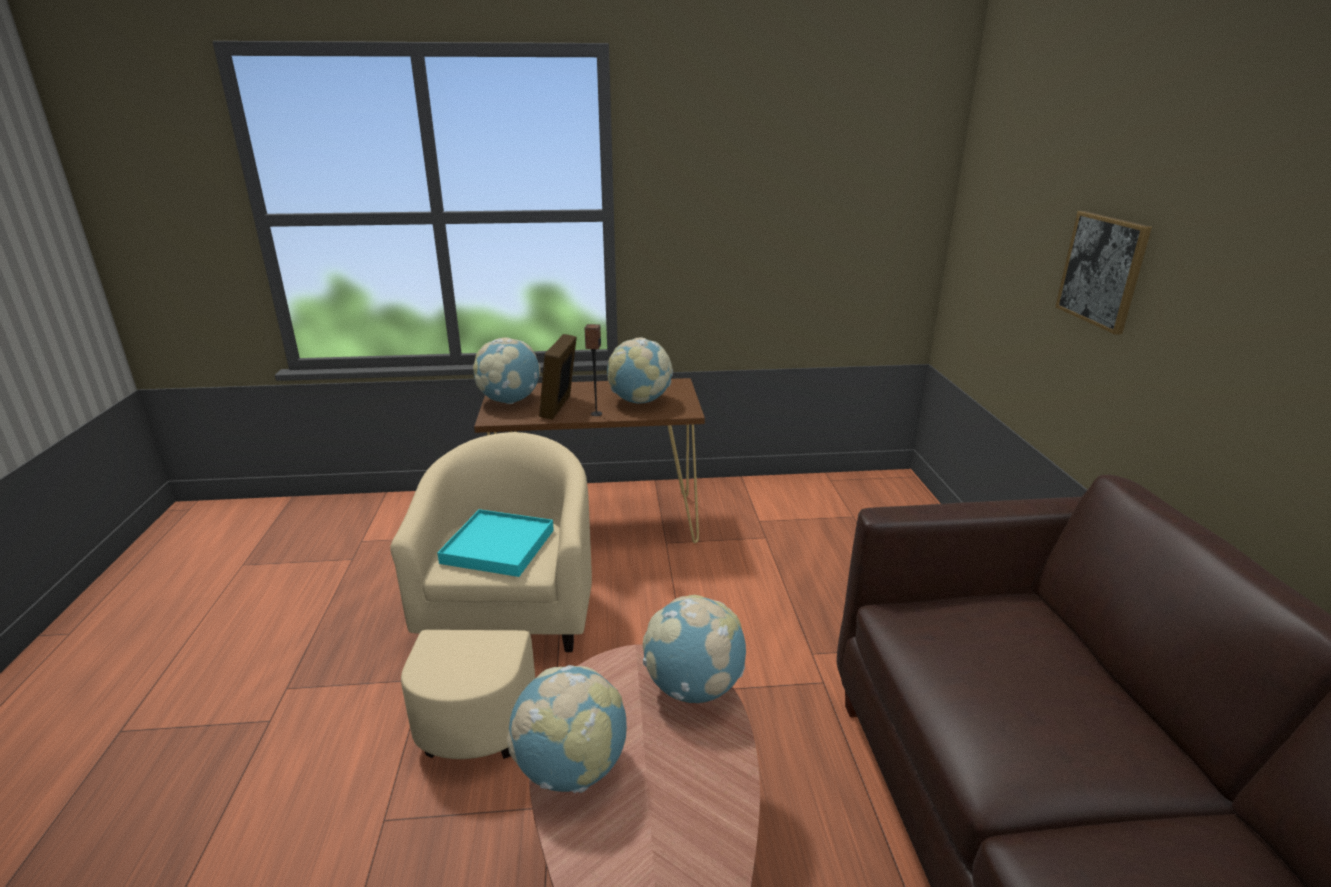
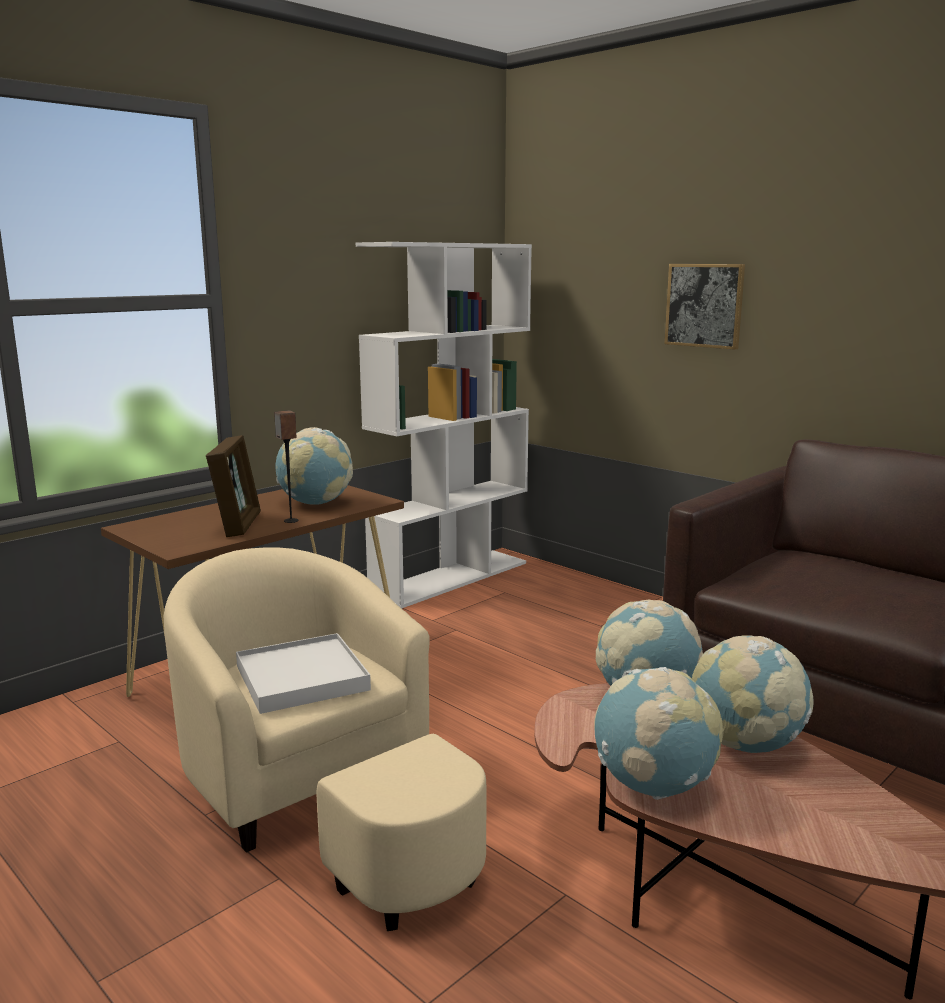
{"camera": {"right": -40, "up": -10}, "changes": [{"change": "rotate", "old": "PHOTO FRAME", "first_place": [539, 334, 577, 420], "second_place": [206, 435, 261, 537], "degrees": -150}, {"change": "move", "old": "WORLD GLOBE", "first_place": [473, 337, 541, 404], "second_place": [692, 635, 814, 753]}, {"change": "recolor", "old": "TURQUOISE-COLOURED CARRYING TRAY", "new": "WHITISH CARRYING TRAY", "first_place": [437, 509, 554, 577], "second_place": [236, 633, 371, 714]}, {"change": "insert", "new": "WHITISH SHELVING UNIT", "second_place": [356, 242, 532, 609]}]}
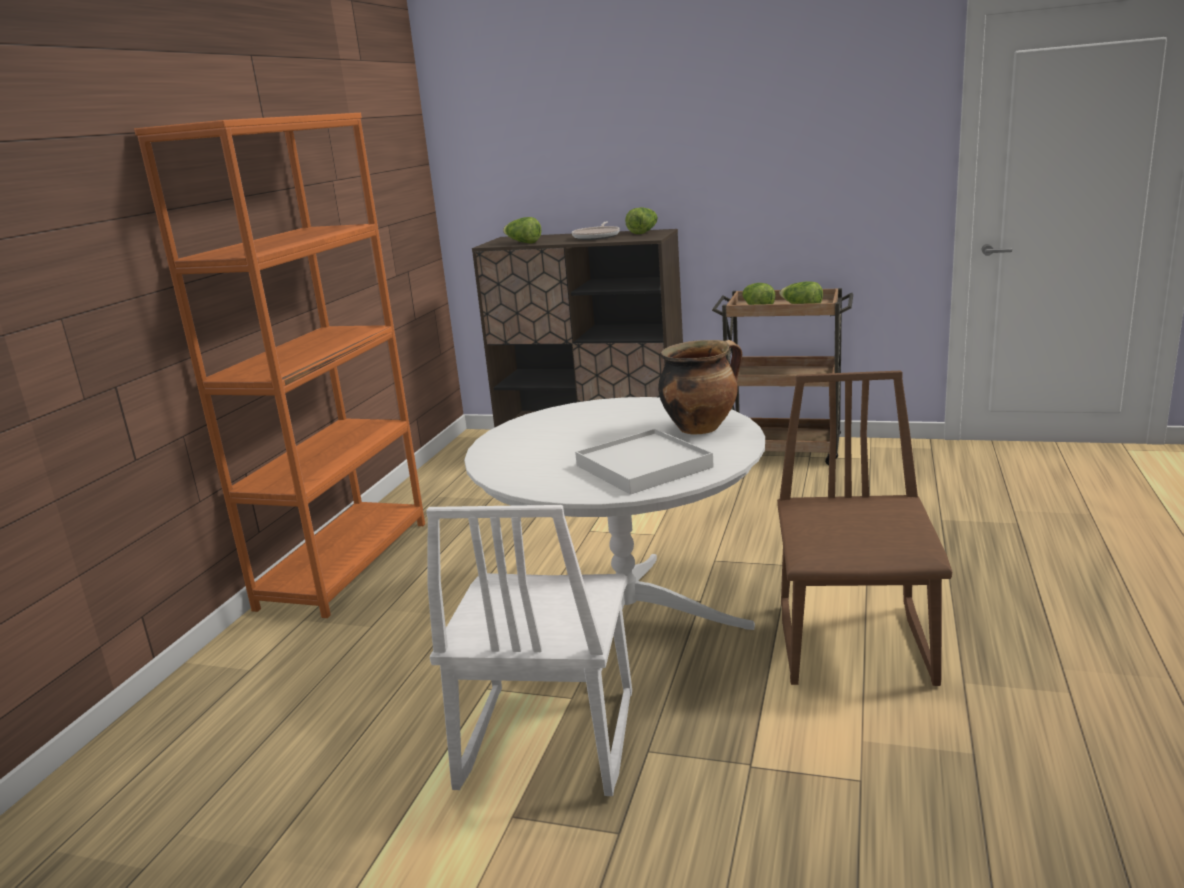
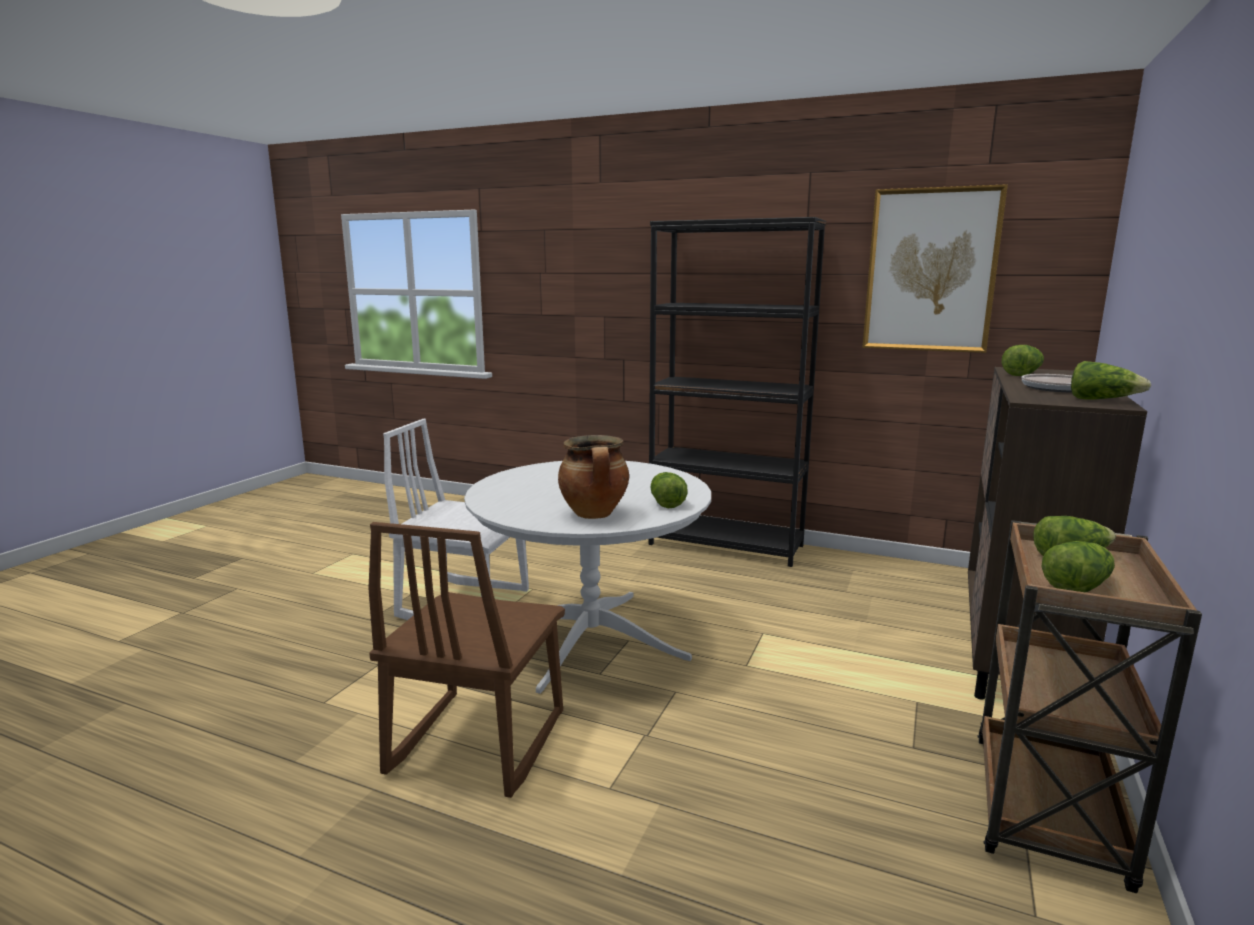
{"camera": {"right": 95, "up": -5}, "changes": [{"change": "recolor", "old": "ORANGE SHELVING UNIT", "new": "BLACKISH SHELVING UNIT", "first_place": [134, 113, 425, 618], "second_place": [648, 217, 826, 567]}, {"change": "rotate", "old": "BROWN-COLOURED CHAIR", "first_place": [777, 370, 952, 686], "second_place": [368, 522, 565, 798], "degrees": 90}, {"change": "delete", "old": "WHITISH CARRYING TRAY", "first_place": [575, 429, 714, 495]}, {"change": "insert", "new": "PICTURE", "second_place": [862, 184, 1008, 353]}, {"change": "insert", "new": "LETTUCE HEAD", "second_place": [650, 472, 688, 508]}]}
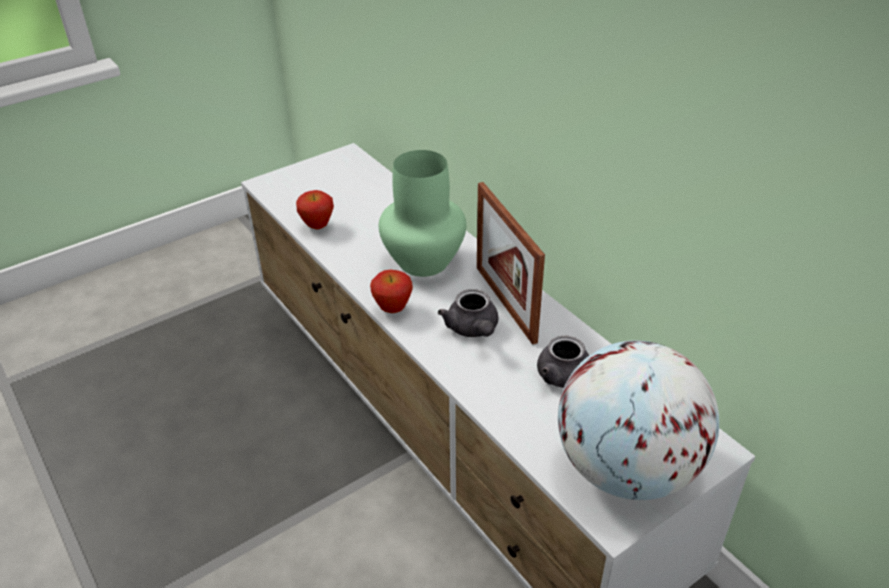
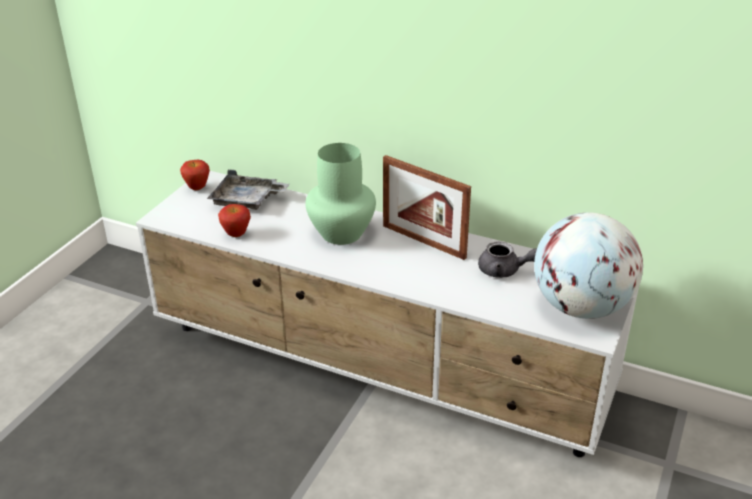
{"camera": {"right": -30, "up": -5}, "changes": [{"change": "move", "old": "WHOLE APPLE", "first_place": [370, 270, 413, 313], "second_place": [180, 160, 210, 190]}, {"change": "delete", "old": "GREYISH TEA POT", "first_place": [438, 289, 498, 337]}, {"change": "insert", "new": "GREYISH CARRYING TRAY", "second_place": [207, 170, 289, 210]}]}
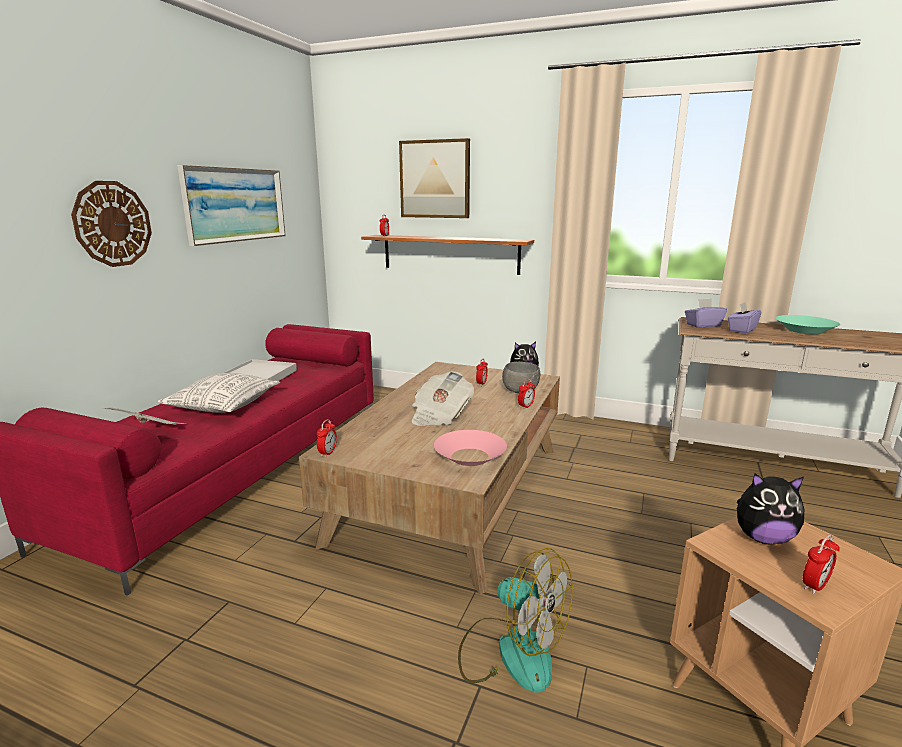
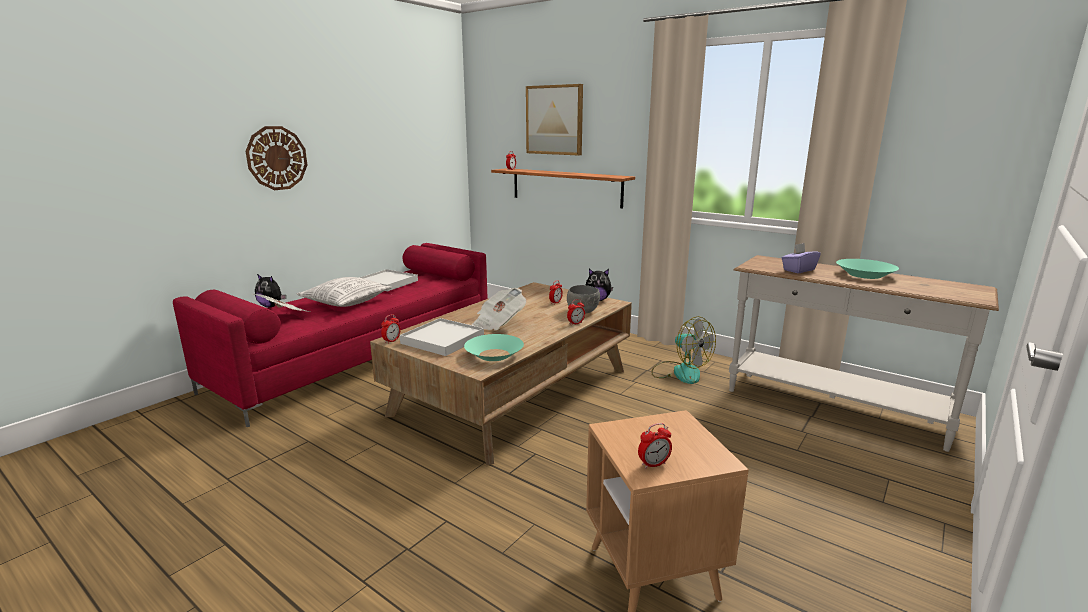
{"camera": {"right": 15, "up": 0}, "changes": [{"change": "delete", "old": "PICTURE", "first_place": [177, 165, 286, 246]}, {"change": "delete", "old": "PURPLE-COLOURED TISSUE BOX", "first_place": [685, 298, 727, 328]}, {"change": "recolor", "old": "PINK BOWL", "new": "TURQUOISE-COLOURED BOWL", "first_place": [434, 430, 507, 466], "second_place": [464, 334, 524, 361]}, {"change": "move", "old": "CUDDLY TOY", "first_place": [737, 473, 804, 544], "second_place": [255, 274, 286, 307]}, {"change": "move", "old": "ELECTRIC FAN", "first_place": [458, 548, 573, 693], "second_place": [651, 316, 716, 384]}, {"change": "insert", "new": "WHITISH CARRYING TRAY", "second_place": [400, 318, 484, 356]}]}
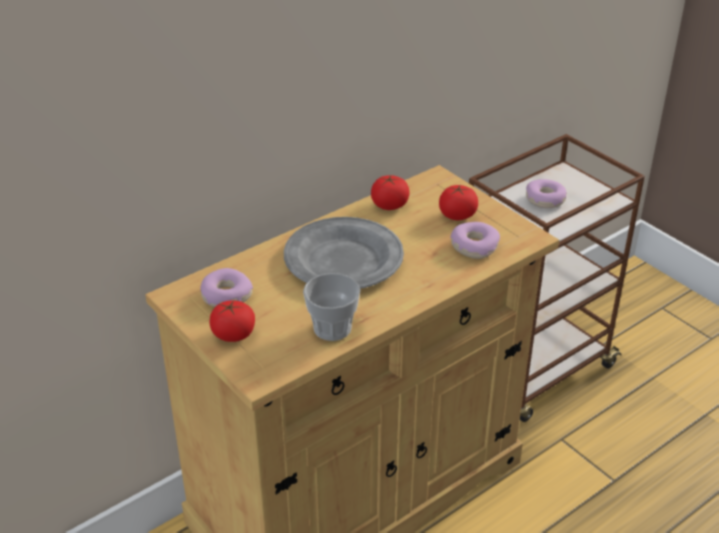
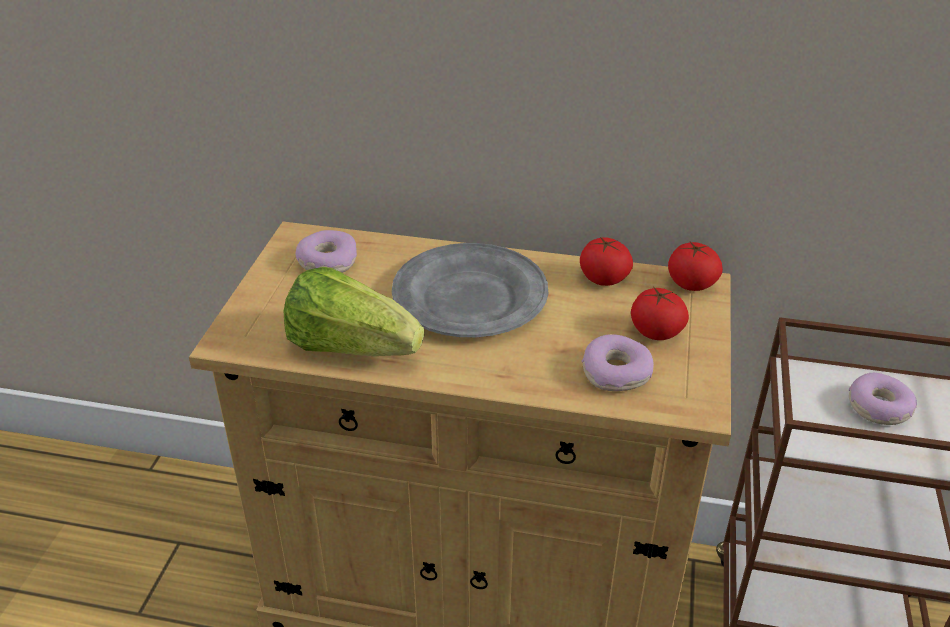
{"camera": {"right": 50, "up": 0}, "changes": [{"change": "replace", "old": "DRINKING CUP", "new": "LETTUCE HEAD", "first_place": [303, 273, 360, 341], "second_place": [284, 267, 424, 356]}, {"change": "move", "old": "FRESH TOMATO", "first_place": [209, 300, 255, 342], "second_place": [668, 242, 723, 291]}]}
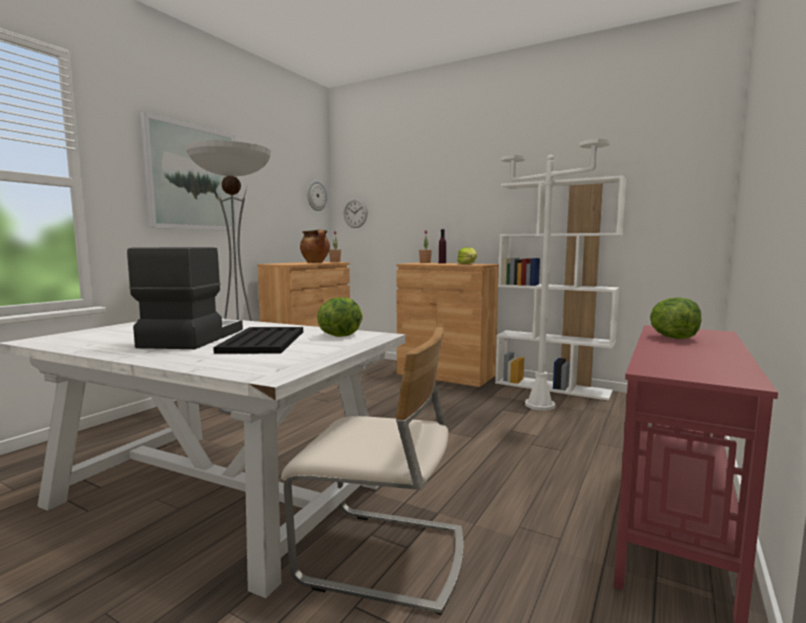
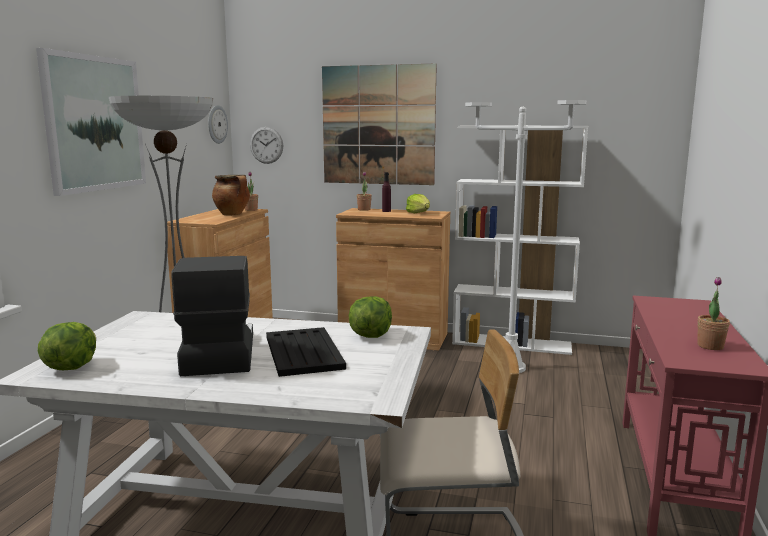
{"camera": {"right": -15, "up": 5}, "changes": [{"change": "move", "old": "LETTUCE HEAD", "first_place": [650, 297, 701, 339], "second_place": [38, 322, 96, 370]}, {"change": "insert", "new": "PICTURE", "second_place": [322, 64, 437, 185]}, {"change": "insert", "new": "HOUSEPLANT", "second_place": [697, 277, 730, 350]}]}
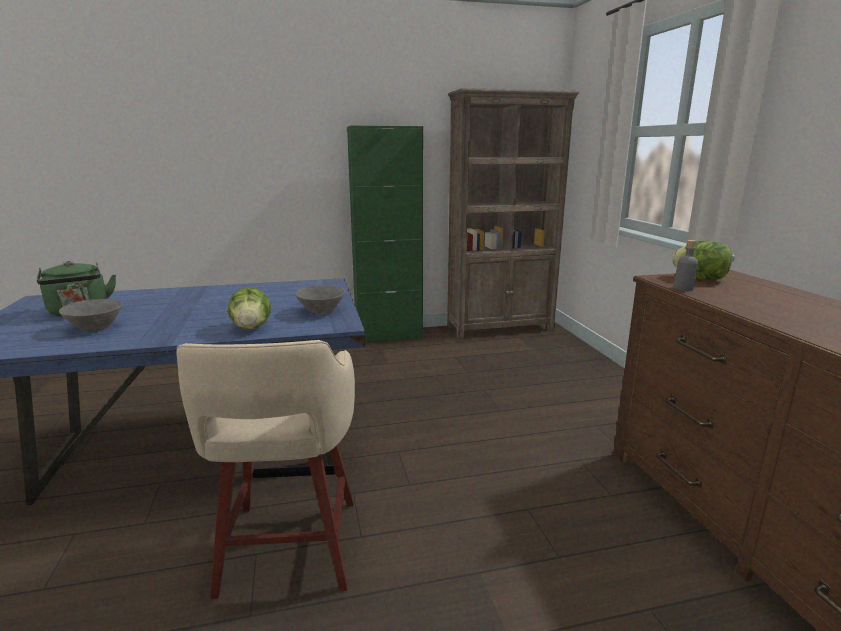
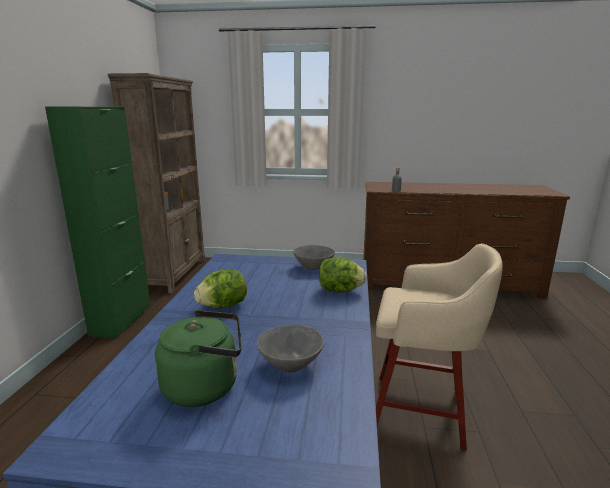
{"camera": {"right": -70, "up": 0}, "changes": [{"change": "move", "old": "LETTUCE HEAD", "first_place": [672, 241, 732, 280], "second_place": [194, 269, 247, 308]}]}
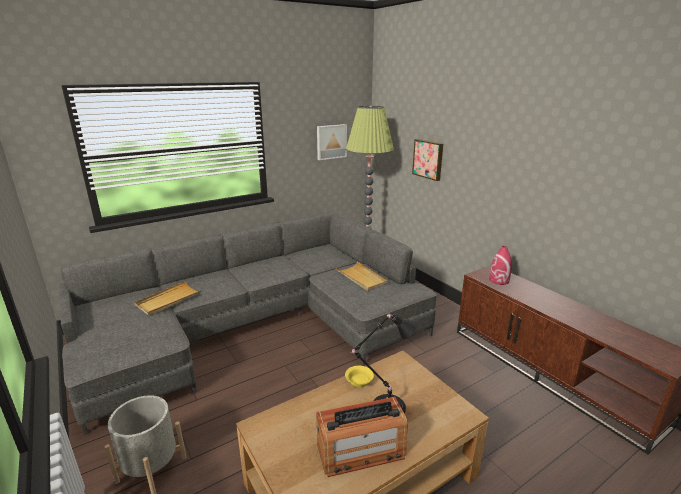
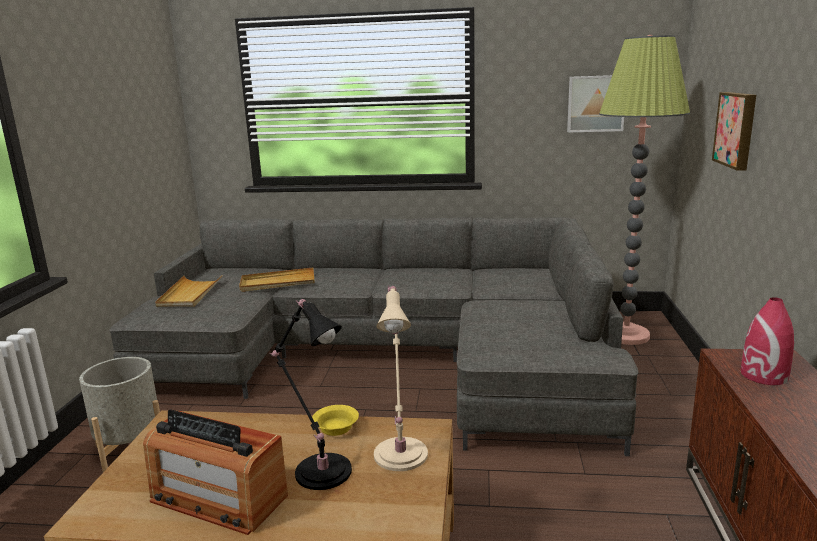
{"camera": {"right": 40, "up": -5}, "changes": [{"change": "move", "old": "SAND-COLOURED CARRYING TRAY", "first_place": [335, 262, 388, 291], "second_place": [155, 275, 223, 307]}, {"change": "insert", "new": "SAND-COLOURED TABLE LAMP", "second_place": [374, 285, 428, 471]}]}
